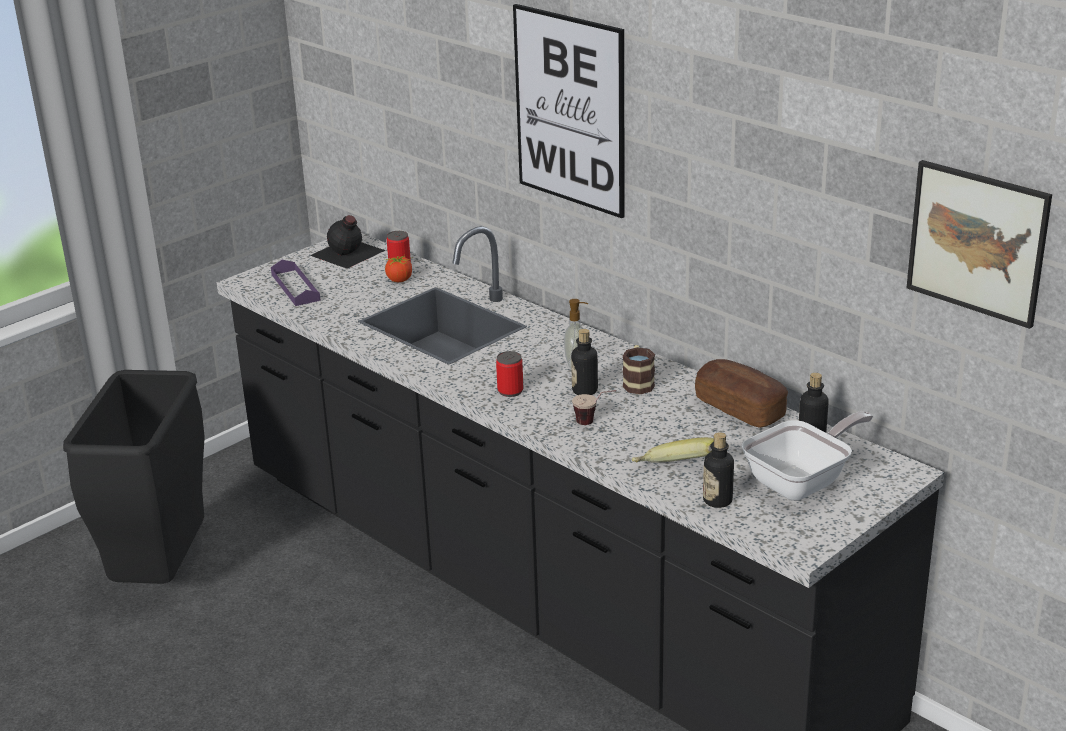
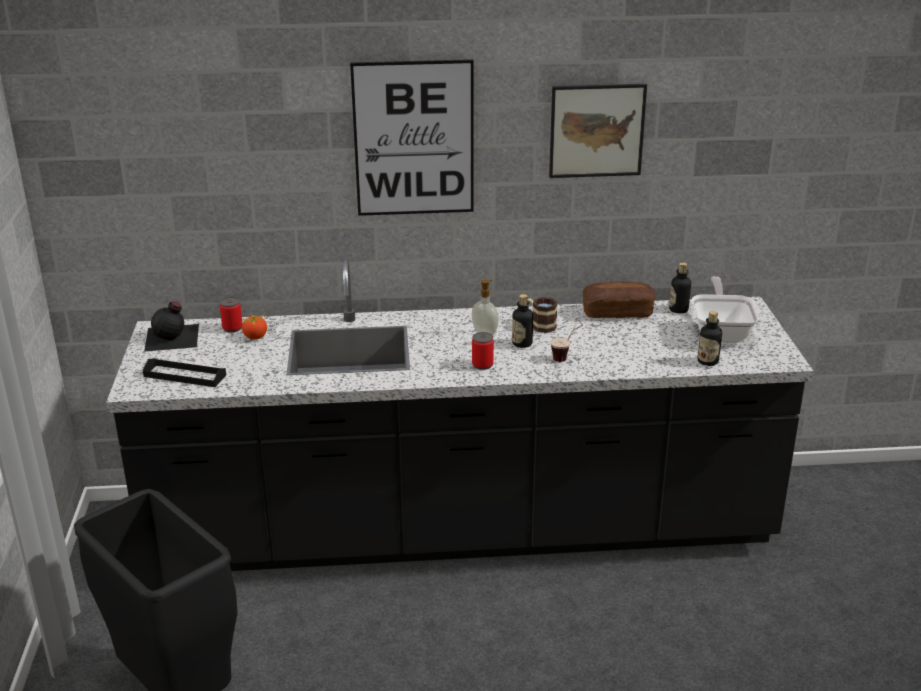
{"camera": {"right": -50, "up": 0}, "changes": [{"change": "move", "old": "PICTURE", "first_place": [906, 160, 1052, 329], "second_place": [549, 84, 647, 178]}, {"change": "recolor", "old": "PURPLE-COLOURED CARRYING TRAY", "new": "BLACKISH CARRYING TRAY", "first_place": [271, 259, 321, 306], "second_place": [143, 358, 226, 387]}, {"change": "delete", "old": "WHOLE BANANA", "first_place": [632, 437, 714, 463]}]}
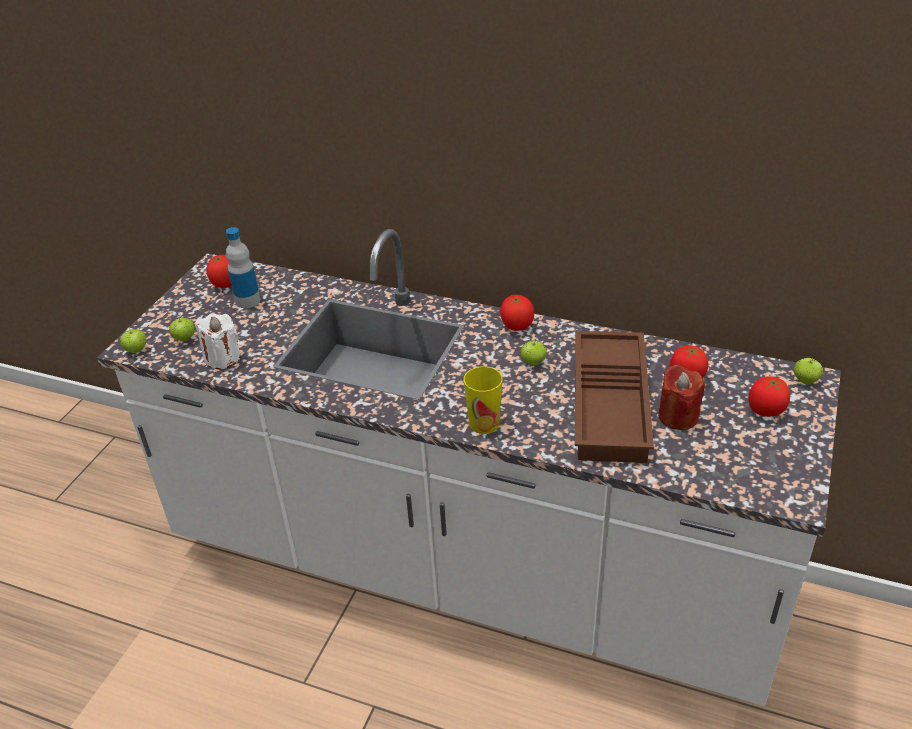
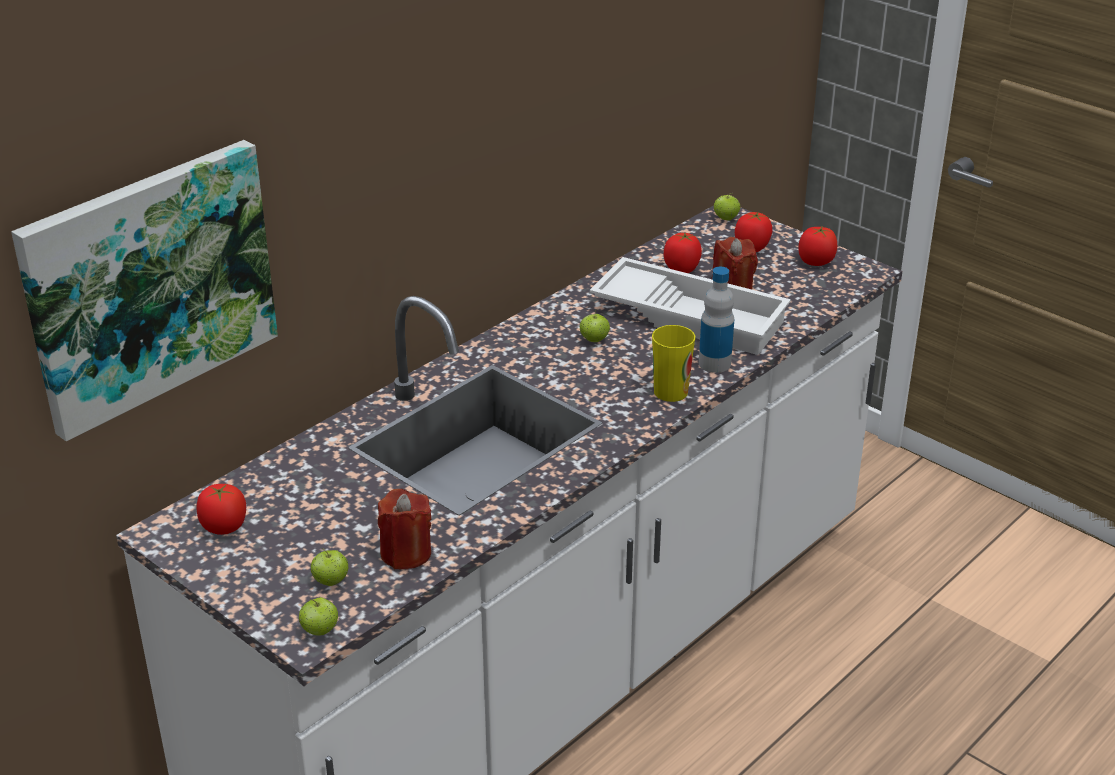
{"camera": {"right": -70, "up": -5}, "changes": [{"change": "move", "old": "DRINK BOTTLE", "first_place": [226, 227, 260, 308], "second_place": [699, 267, 734, 373]}, {"change": "move", "old": "FRESH TOMATO", "first_place": [500, 295, 534, 331], "second_place": [798, 227, 837, 266]}, {"change": "recolor", "old": "WHITISH WAX CANDLE", "new": "RED-COLOURED WAX CANDLE", "first_place": [195, 314, 241, 369], "second_place": [378, 489, 431, 569]}, {"change": "recolor", "old": "BROWN-COLOURED CARRYING TRAY", "new": "WHITISH CARRYING TRAY", "first_place": [575, 331, 654, 463], "second_place": [590, 257, 791, 355]}, {"change": "insert", "new": "PICTURE", "second_place": [11, 140, 278, 441]}]}
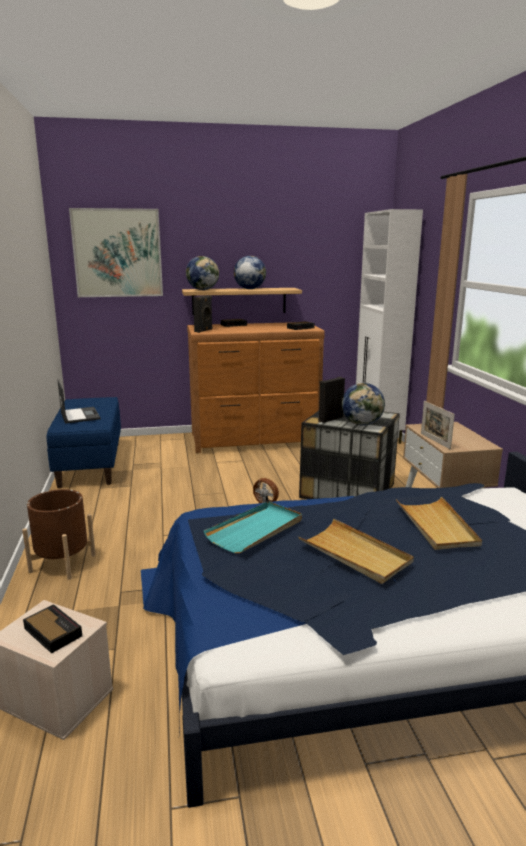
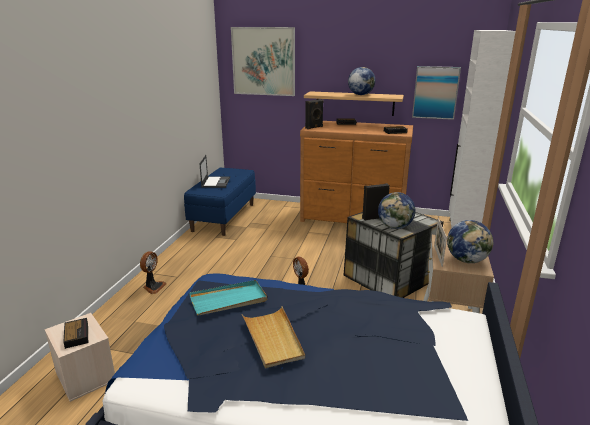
{"camera": {"right": 25, "up": 5}, "changes": [{"change": "move", "old": "WORLD GLOBE", "first_place": [186, 256, 219, 290], "second_place": [447, 220, 494, 263]}, {"change": "replace", "old": "BROWN-COLOURED PLANTER", "new": "ELECTRIC FAN", "first_place": [22, 489, 96, 580], "second_place": [140, 251, 166, 294]}, {"change": "delete", "old": "SAND-COLOURED CARRYING TRAY", "first_place": [396, 496, 482, 550]}, {"change": "insert", "new": "PICTURE", "second_place": [412, 66, 461, 120]}]}
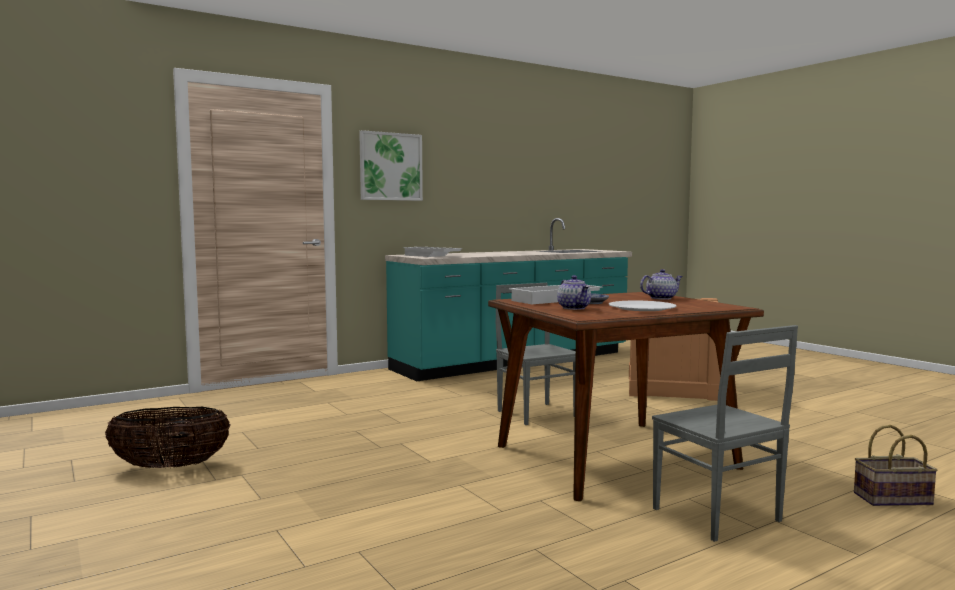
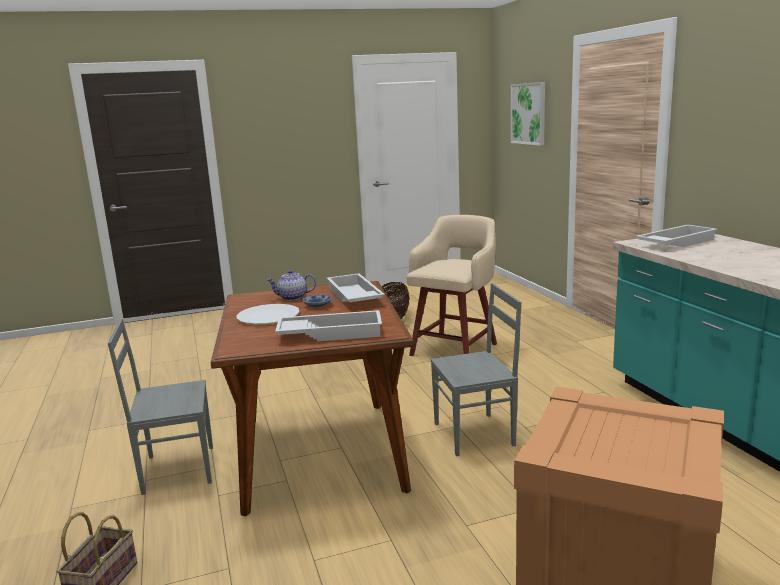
{"camera": {"right": 105, "up": 10}, "changes": [{"change": "move", "old": "PICTURE", "first_place": [359, 130, 423, 201], "second_place": [511, 82, 545, 146]}, {"change": "replace", "old": "TEA POT", "new": "WHITISH CARRYING TRAY", "first_place": [640, 269, 683, 300], "second_place": [275, 310, 382, 341]}, {"change": "insert", "new": "SAND-COLOURED STOOL", "second_place": [407, 215, 497, 356]}]}
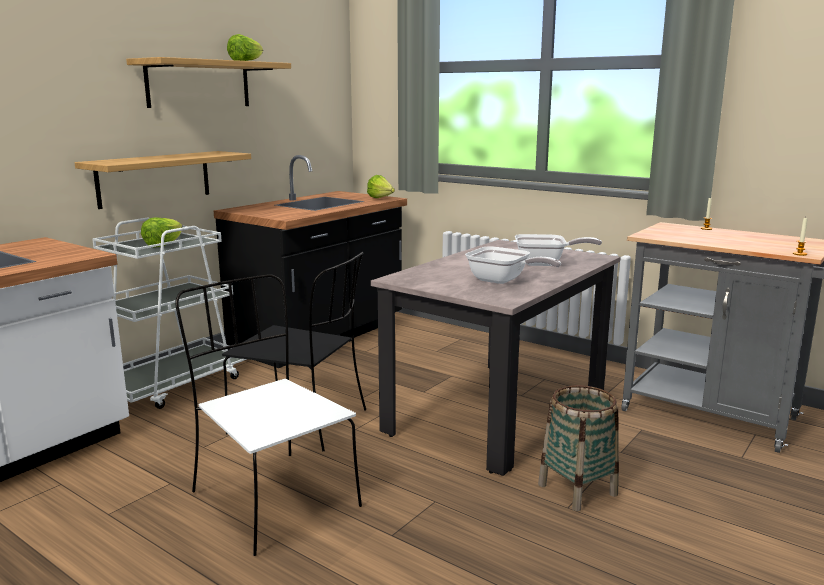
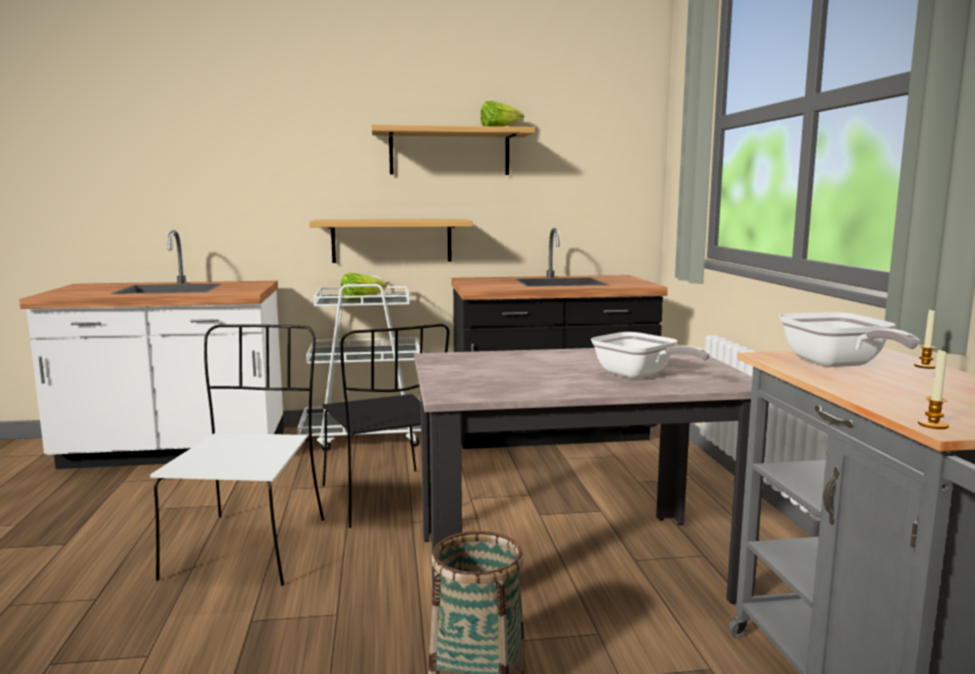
{"camera": {"right": 45, "up": -5}, "changes": [{"change": "delete", "old": "LETTUCE HEAD", "first_place": [367, 175, 395, 198]}, {"change": "move", "old": "FRYING PAN", "first_place": [465, 246, 561, 284], "second_place": [779, 312, 920, 367]}]}
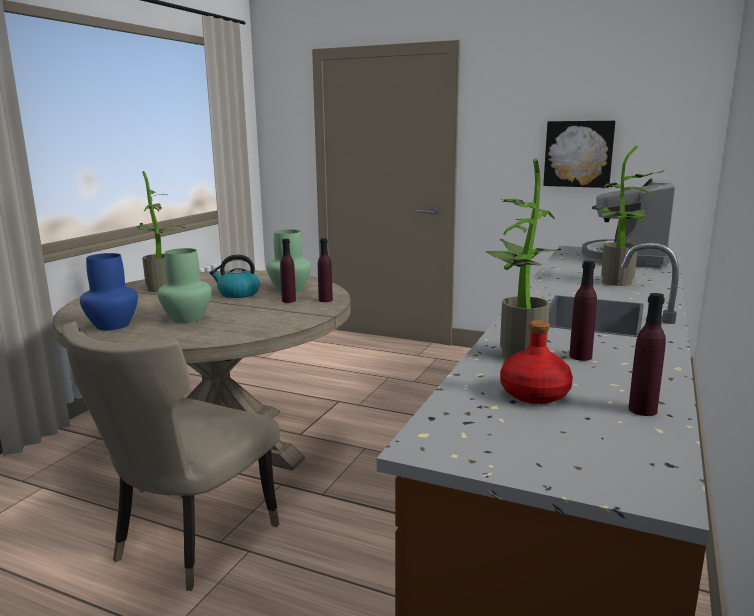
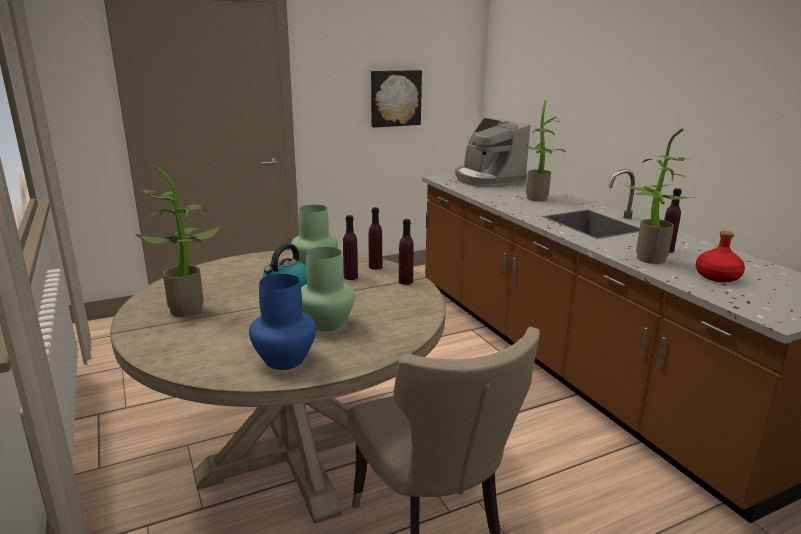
{"camera": {"right": -50, "up": 5}, "changes": [{"change": "move", "old": "PURPLE-COLOURED DRINK BOTTLE", "first_place": [629, 293, 666, 416], "second_place": [399, 219, 414, 285]}]}
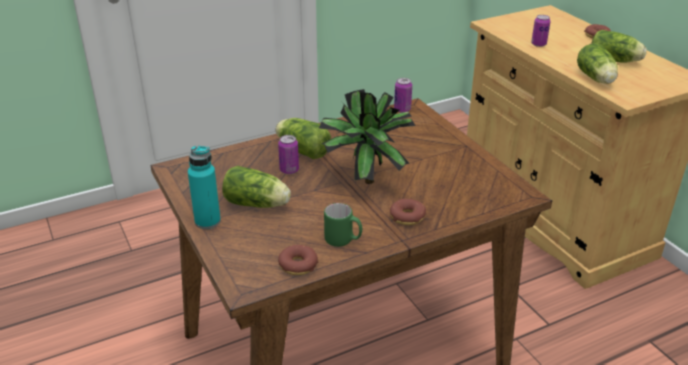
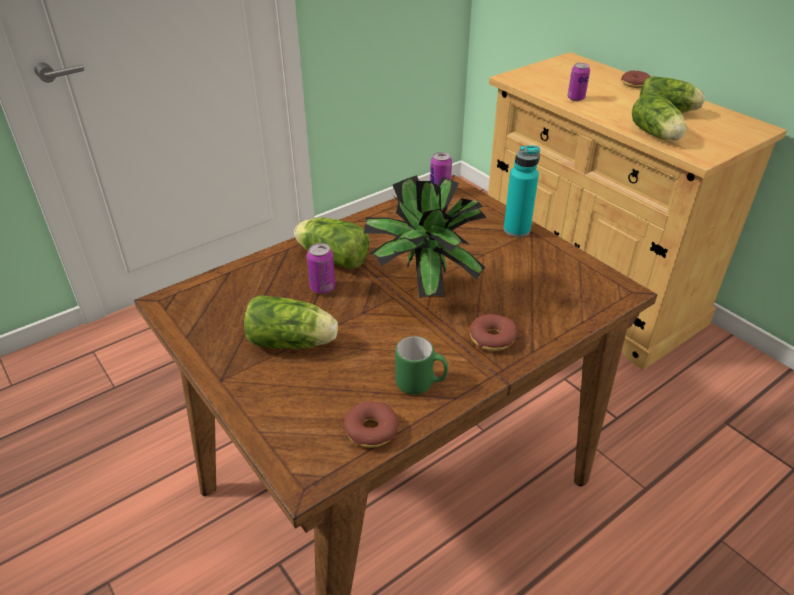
{"camera": {"right": -10, "up": 5}, "changes": [{"change": "move", "old": "TURQUOISE-COLOURED DRINK BOTTLE", "first_place": [188, 146, 221, 229], "second_place": [503, 145, 540, 237]}]}
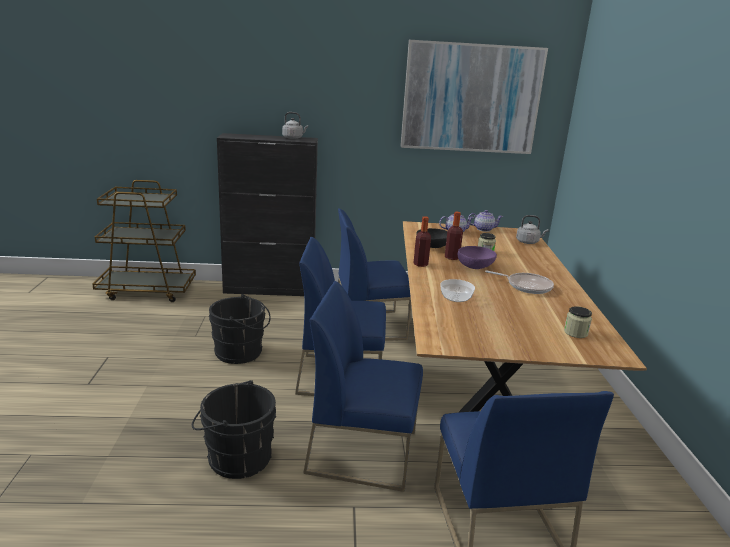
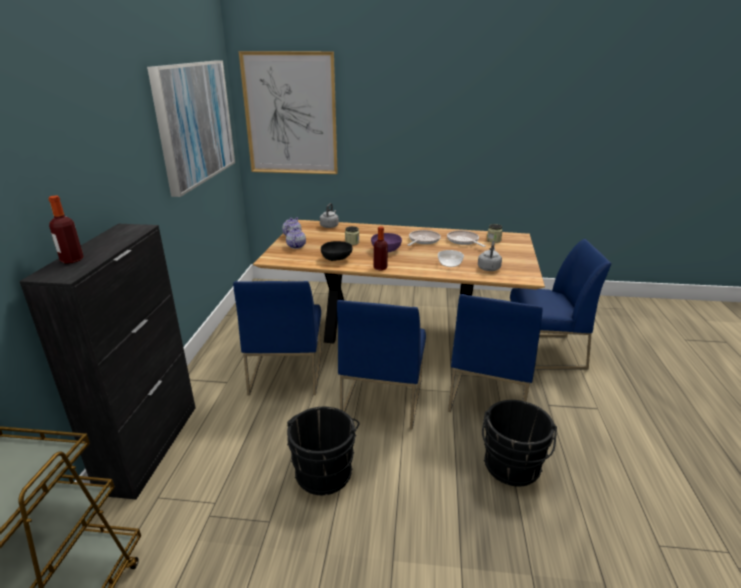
{"camera": {"right": -80, "up": 5}, "changes": [{"change": "move", "old": "GREYISH TEA KETTLE", "first_place": [282, 112, 308, 139], "second_place": [478, 241, 502, 271]}, {"change": "move", "old": "DRINK BOTTLE", "first_place": [445, 212, 463, 260], "second_place": [49, 196, 83, 264]}, {"change": "insert", "new": "PICTURE", "second_place": [239, 51, 338, 174]}, {"change": "insert", "new": "FRYING PAN", "second_place": [447, 231, 486, 247]}]}
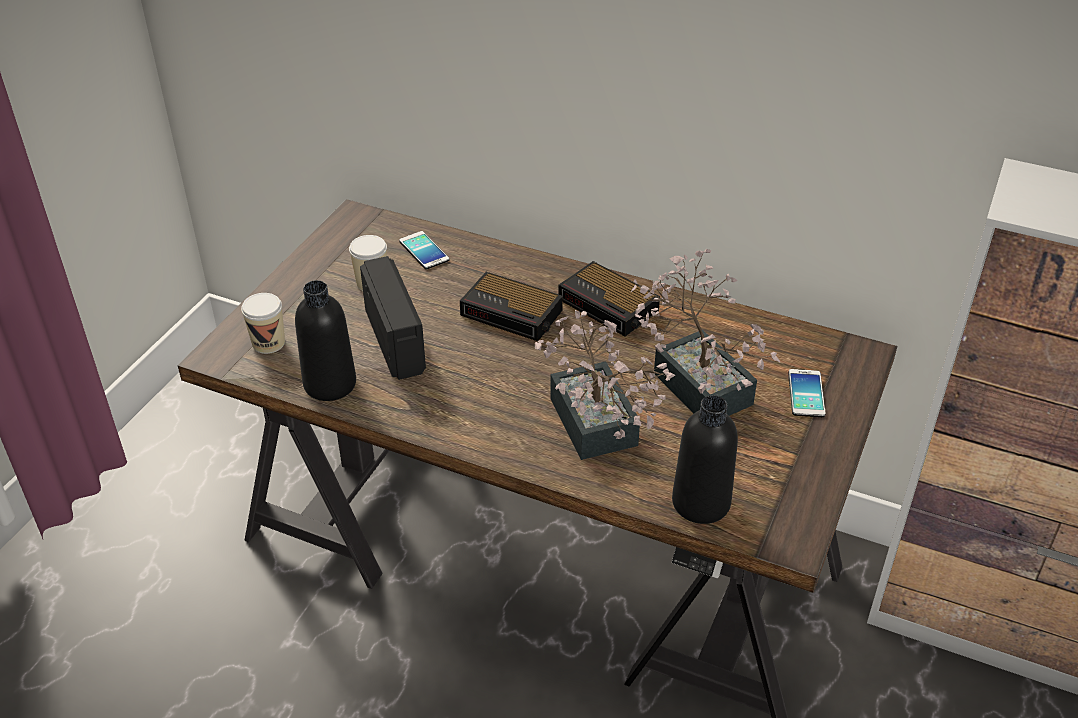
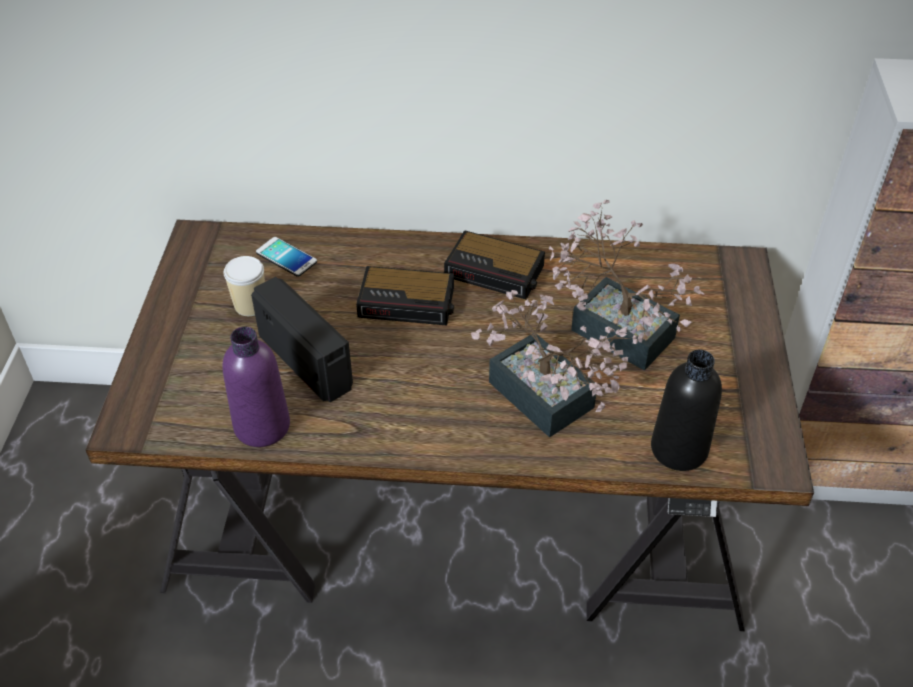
{"camera": {"right": -20, "up": 5}, "changes": [{"change": "recolor", "old": "BLACKISH DRINK BOTTLE", "new": "PURPLE-COLOURED DRINK BOTTLE", "first_place": [295, 280, 356, 401], "second_place": [222, 327, 290, 447]}, {"change": "delete", "old": "DRINKING CUP", "first_place": [241, 293, 285, 354]}, {"change": "delete", "old": "PHONE", "first_place": [788, 369, 826, 417]}]}
